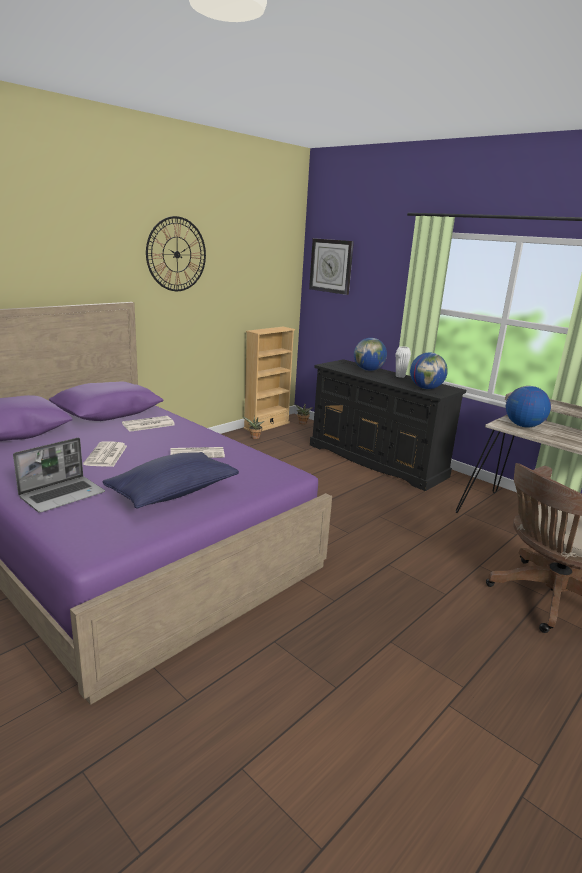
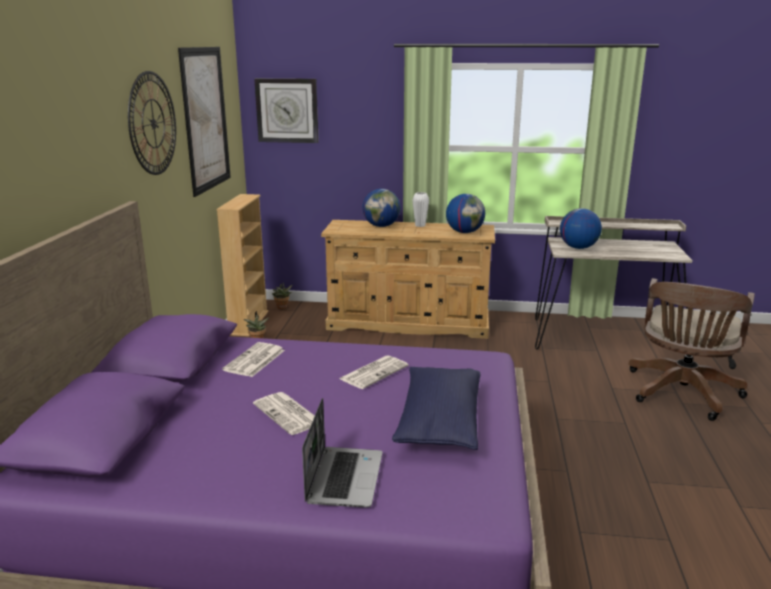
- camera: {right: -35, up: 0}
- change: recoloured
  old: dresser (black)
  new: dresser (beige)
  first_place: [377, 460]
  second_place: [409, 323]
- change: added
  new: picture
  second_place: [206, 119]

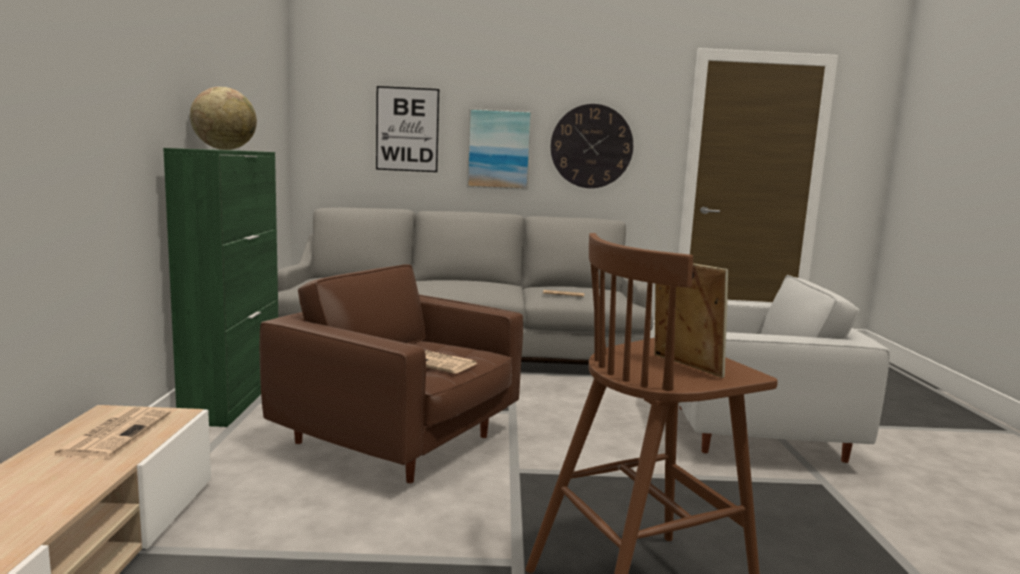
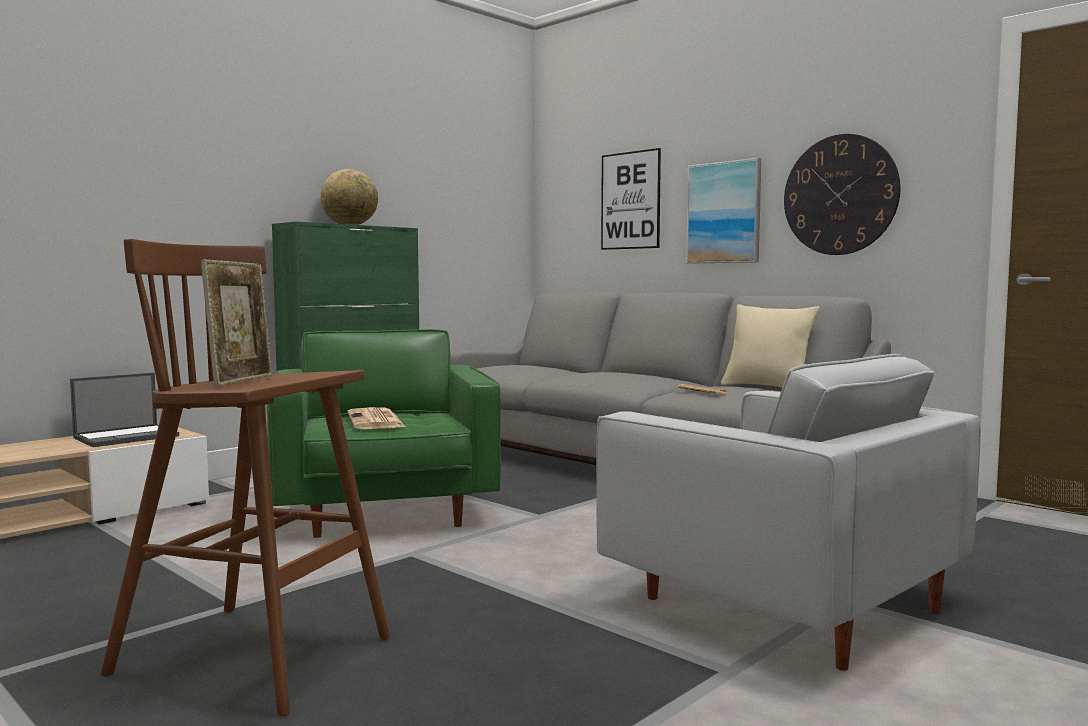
- camera: {right: 45, up: -5}
- change: replaced
  old: newspaper
  new: laptop
  first_place: [115, 433]
  second_place: [127, 437]
- change: recoloured
  old: armchair (brown)
  new: armchair (green)
  first_place: [401, 441]
  second_place: [384, 512]
- change: added
  new: pillow (beige)
  second_place: [767, 387]

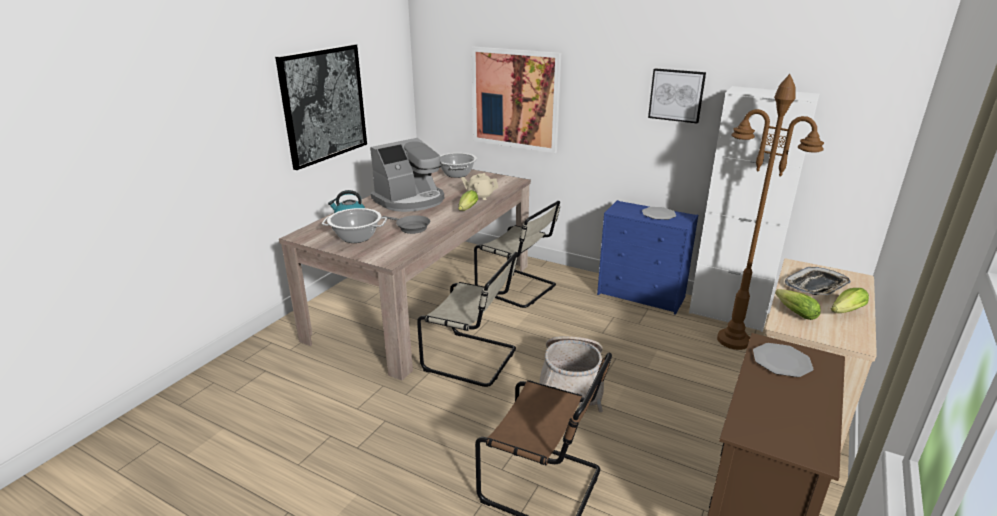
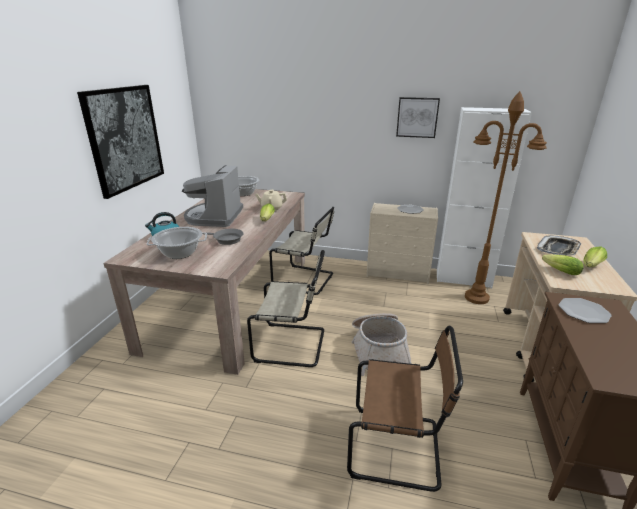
- camera: {right: -15, up: 0}
- change: turned
  old: coffee machine
  first_place: [410, 200]
  second_place: [214, 217]
  degrees: 150
- change: removed
  old: picture
  first_place: [515, 99]
- change: recoloured
  old: dresser (blue)
  new: dresser (beige)
  first_place: [642, 296]
  second_place: [399, 273]

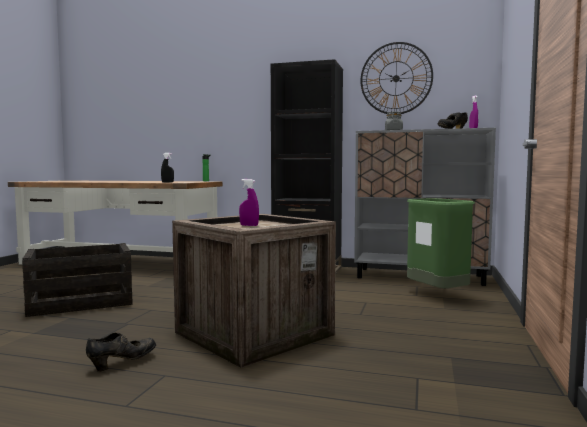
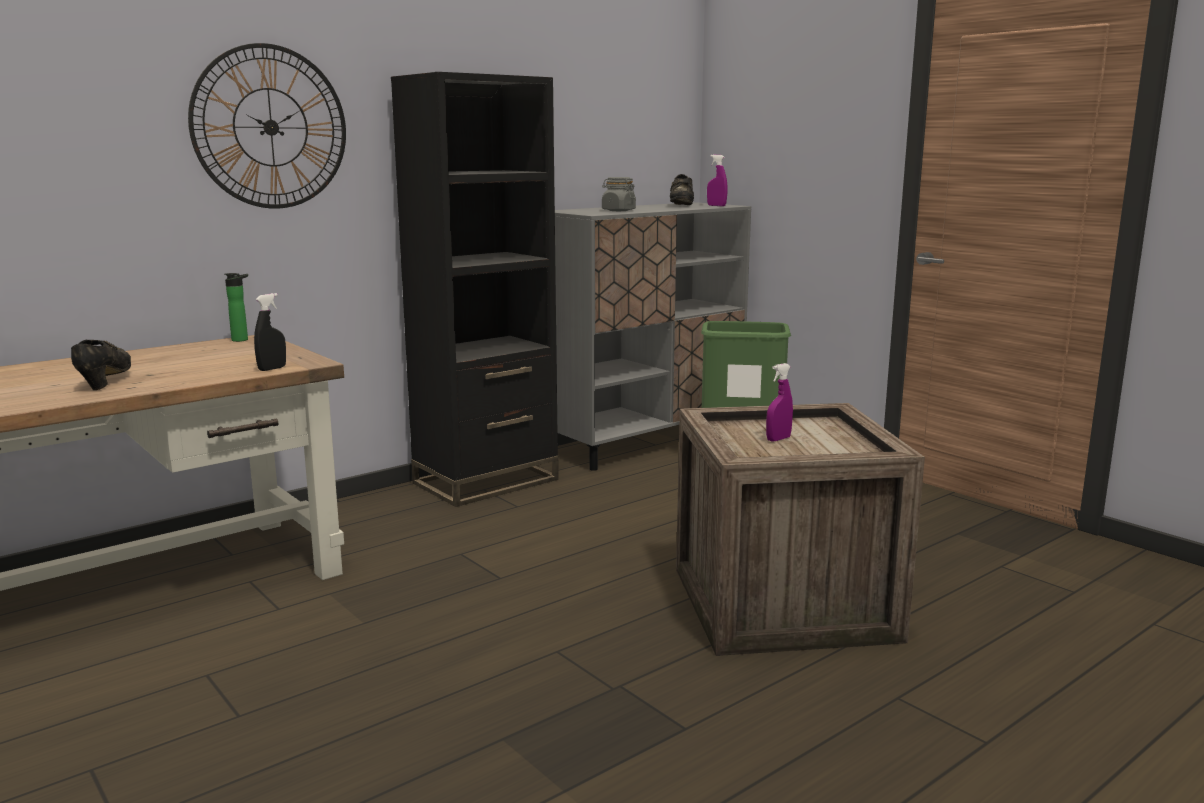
- camera: {right: -55, up: 10}
- change: removed
  old: crate
  first_place: [82, 302]
- change: moved
  old: shoe (black)
  first_place: [123, 363]
  second_place: [105, 381]
- change: moved
  old: wall clock
  first_place: [396, 78]
  second_place: [270, 127]

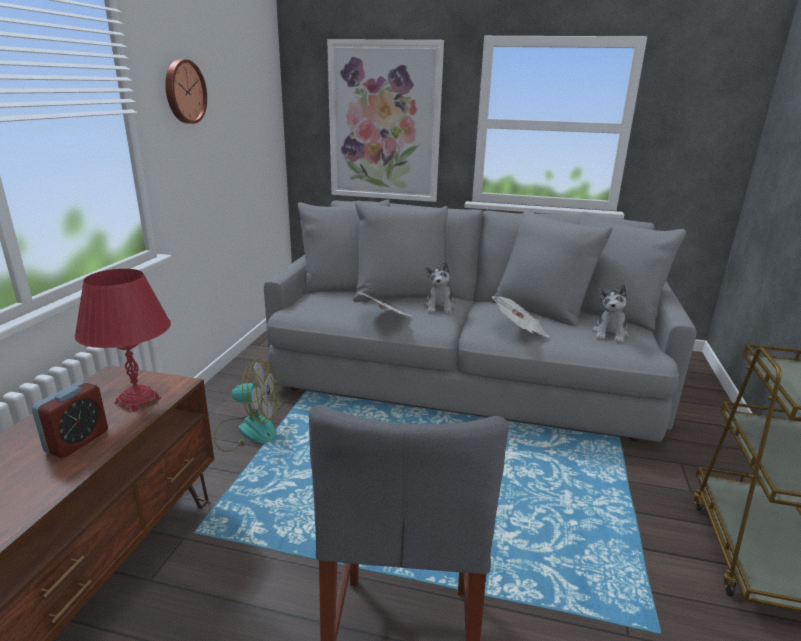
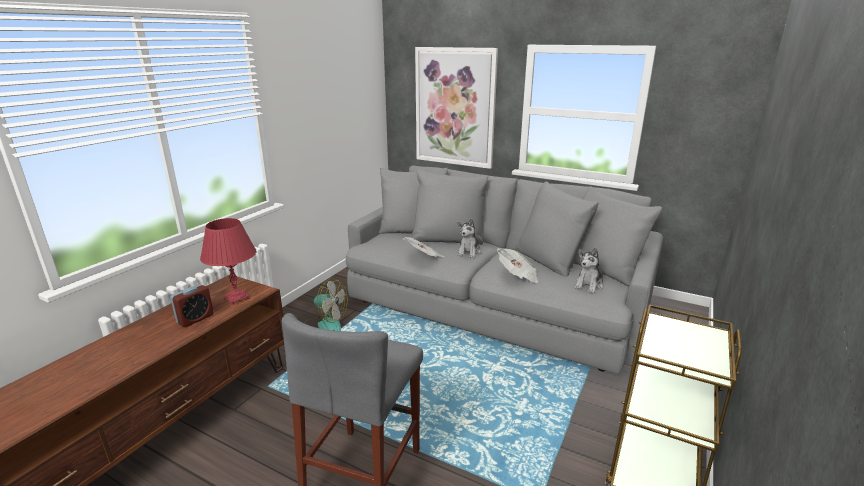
- camera: {right: 15, up: 0}
- change: removed
  old: wall clock
  first_place: [184, 92]

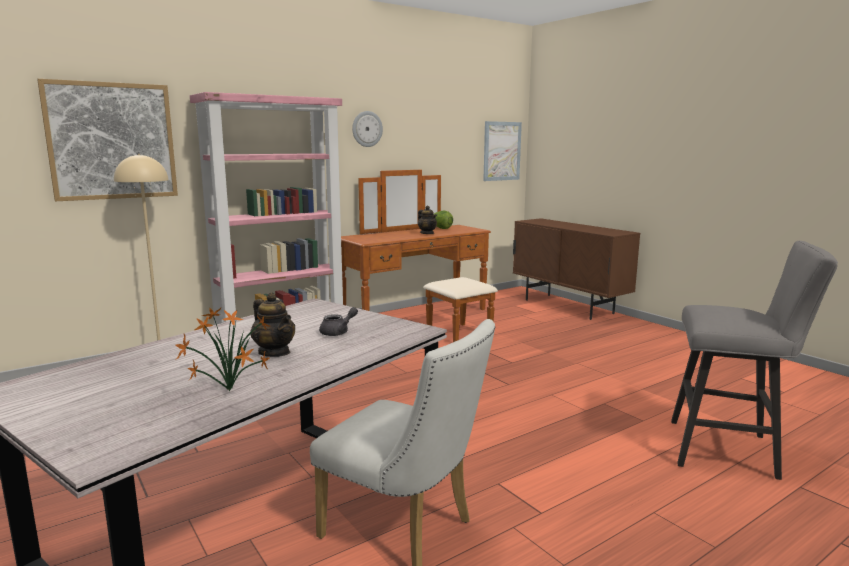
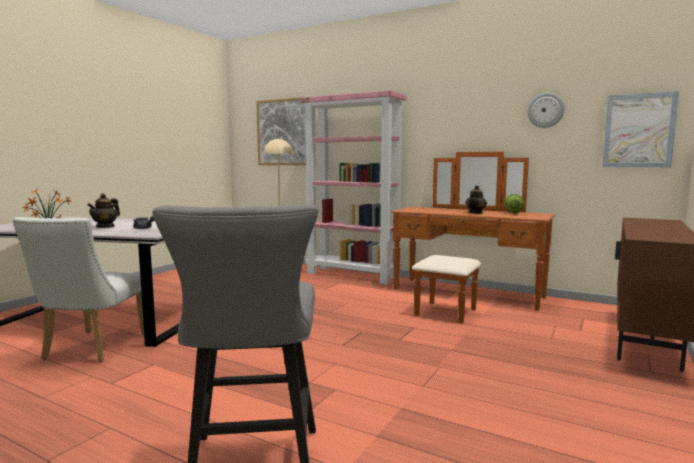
- camera: {right: 65, up: -5}
- change: moved
  old: wall clock
  first_place: [367, 129]
  second_place: [545, 110]

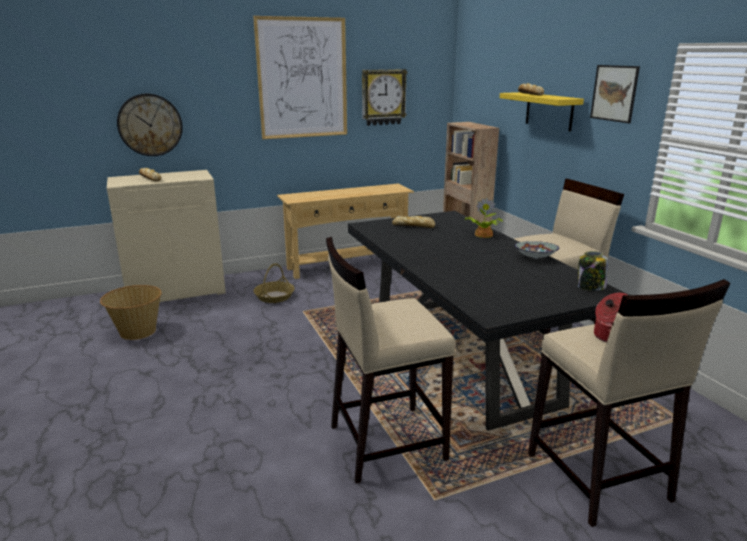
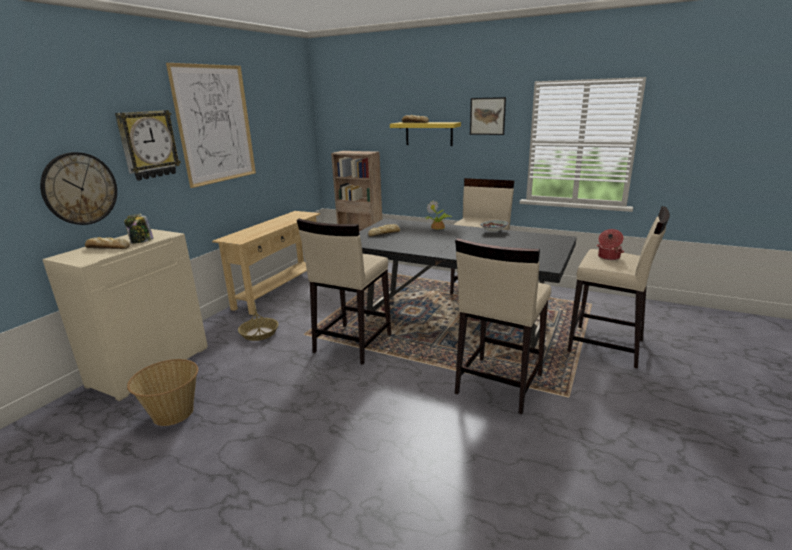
- camera: {right: -40, up: 0}
- change: moved
  old: wall clock
  first_place: [383, 97]
  second_place: [148, 144]
- change: moved
  old: jar
  first_place: [590, 287]
  second_place: [141, 241]
- change: added
  new: stool (beige)
  second_place: [352, 344]

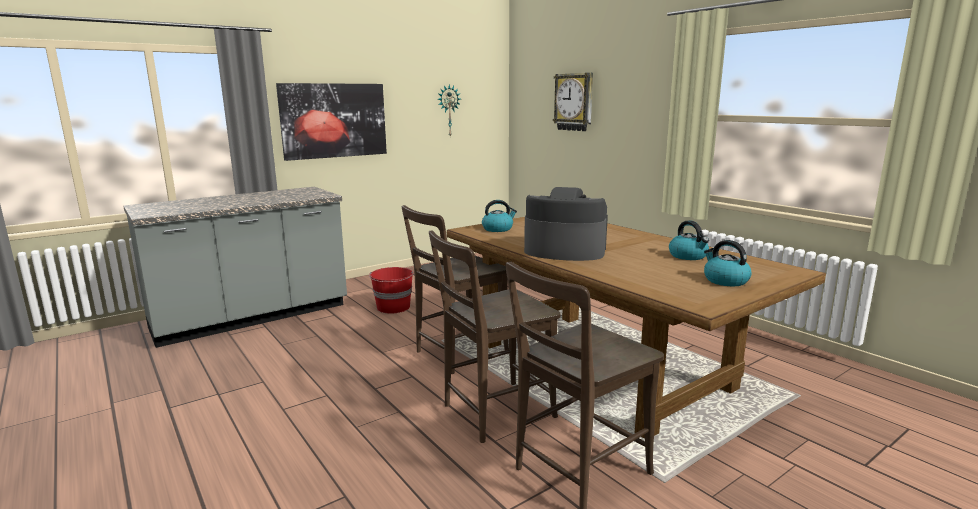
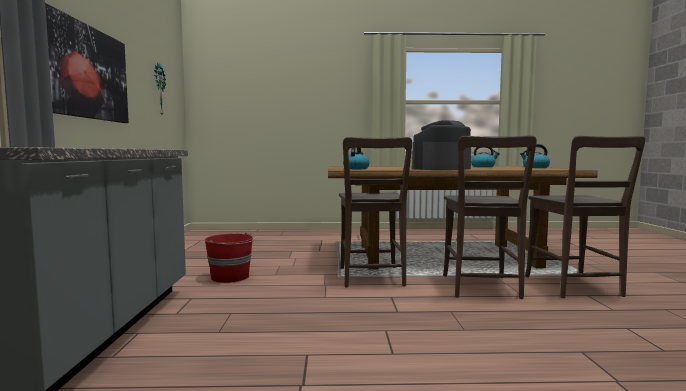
- camera: {right: -55, up: -10}
- change: removed
  old: wall clock
  first_place: [574, 102]

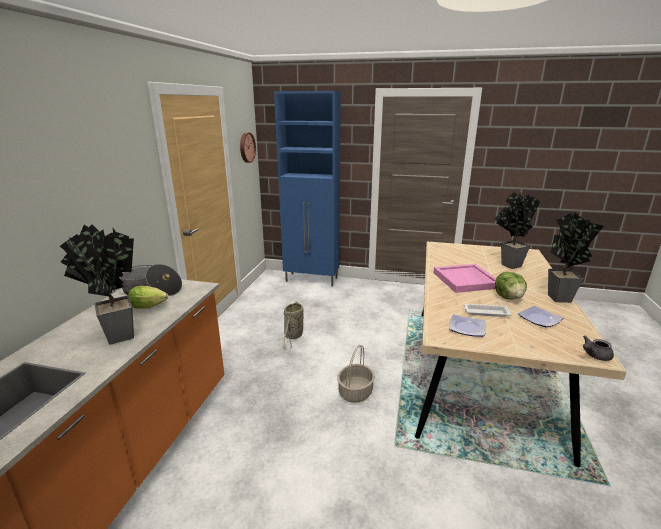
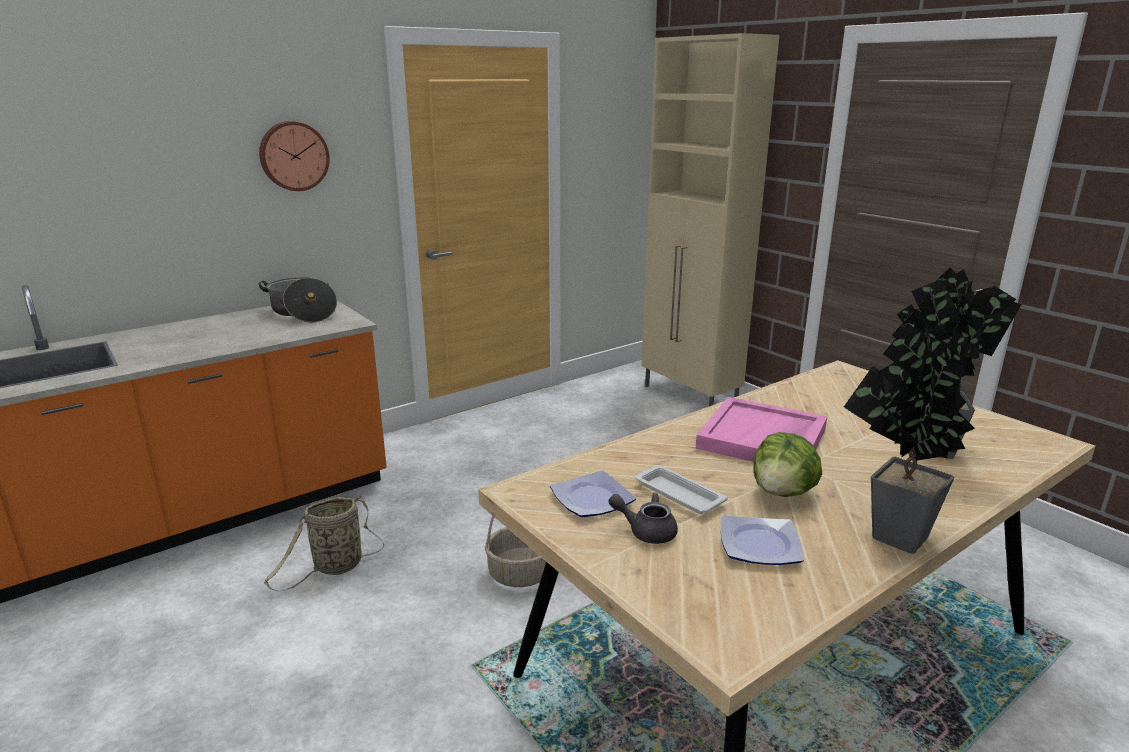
- camera: {right: 40, up: 0}
- change: removed
  old: potted plant
  first_place: [115, 336]
- change: removed
  old: lettuce
  first_place: [150, 306]
- change: moved
  old: wall clock
  first_place: [246, 147]
  second_place: [293, 156]
- change: recoloured
  old: cabinet (blue)
  new: cabinet (beige)
  first_place: [312, 280]
  second_place: [690, 396]
- change: moved
  old: basket
  first_place: [293, 336]
  second_place: [335, 567]
- change: moved
  old: teapot (grey)
  first_place: [594, 355]
  second_place: [646, 531]

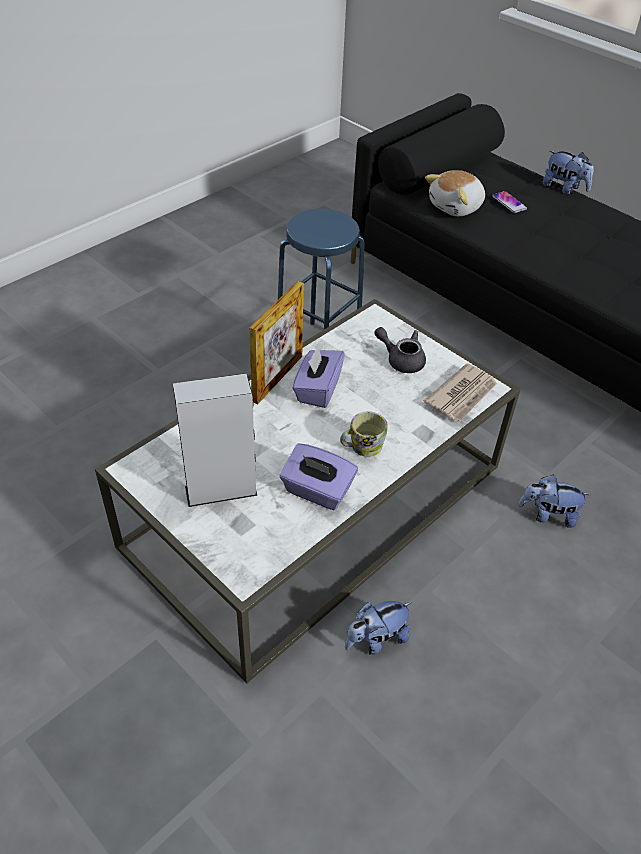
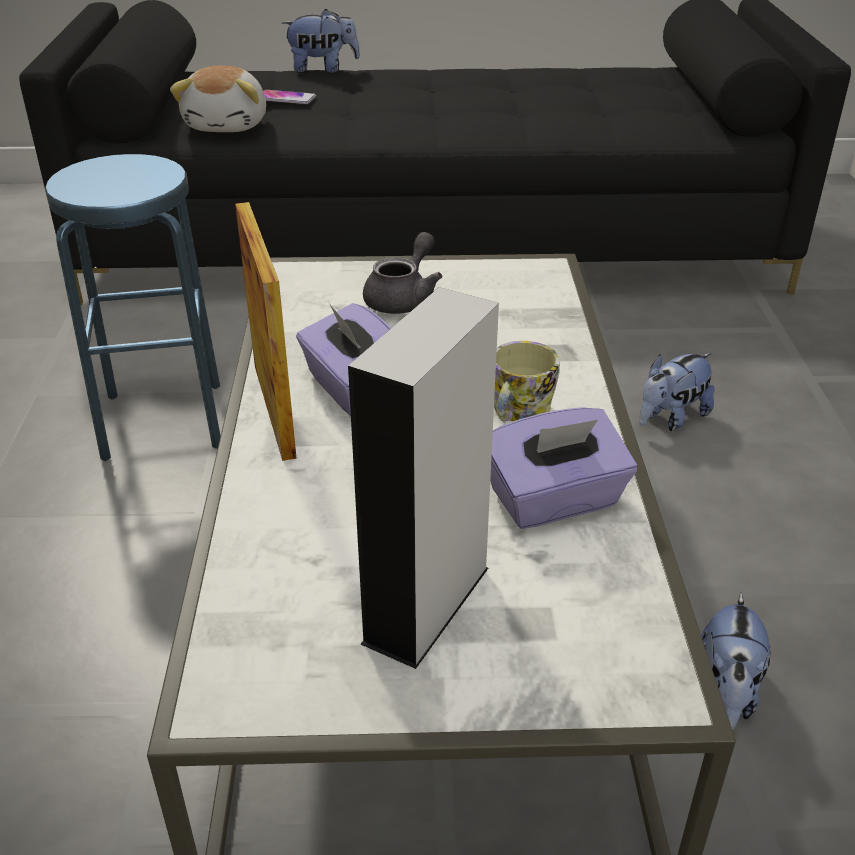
- camera: {right: -45, up: -10}
- change: turned
  old: teapot (grey)
  first_place: [401, 360]
  second_place: [403, 298]
  degrees: 135
- change: removed
  old: newspaper
  first_place: [462, 395]

